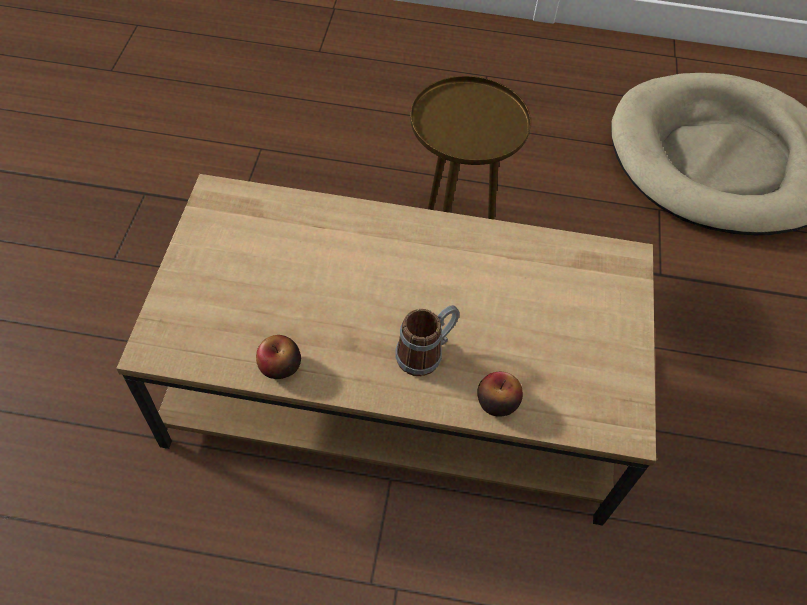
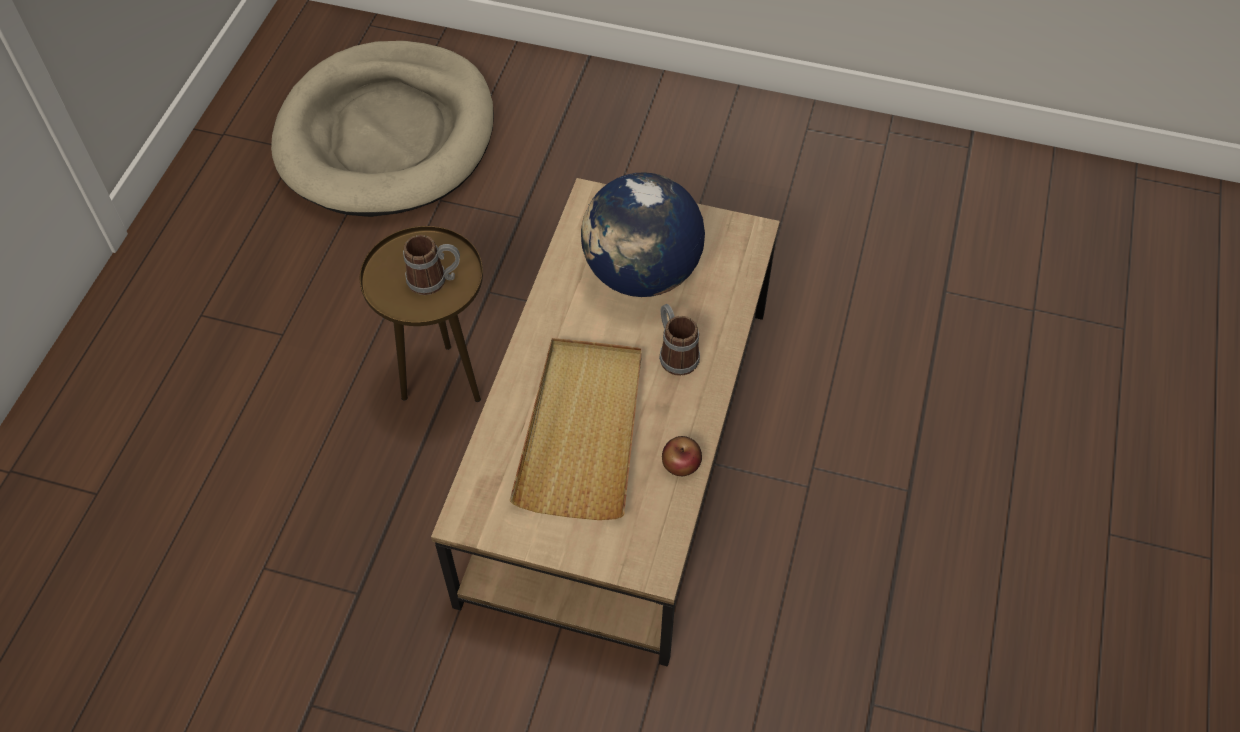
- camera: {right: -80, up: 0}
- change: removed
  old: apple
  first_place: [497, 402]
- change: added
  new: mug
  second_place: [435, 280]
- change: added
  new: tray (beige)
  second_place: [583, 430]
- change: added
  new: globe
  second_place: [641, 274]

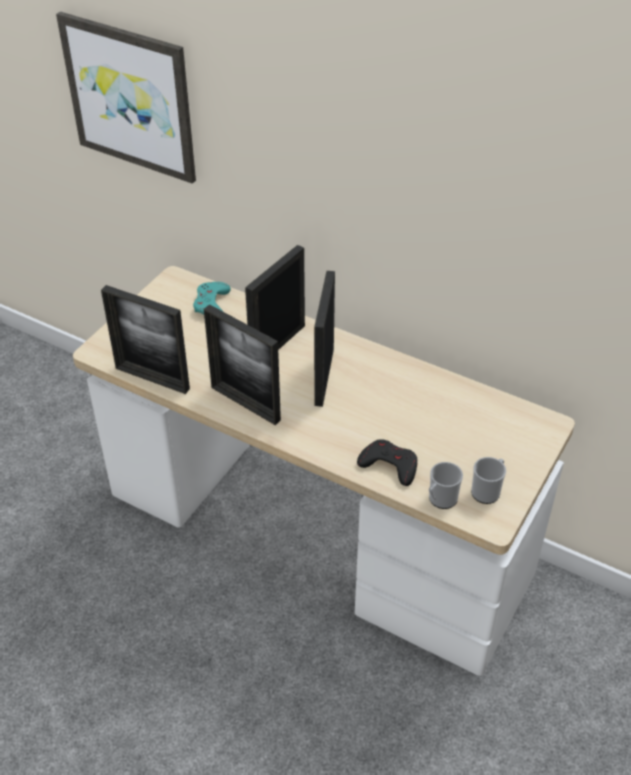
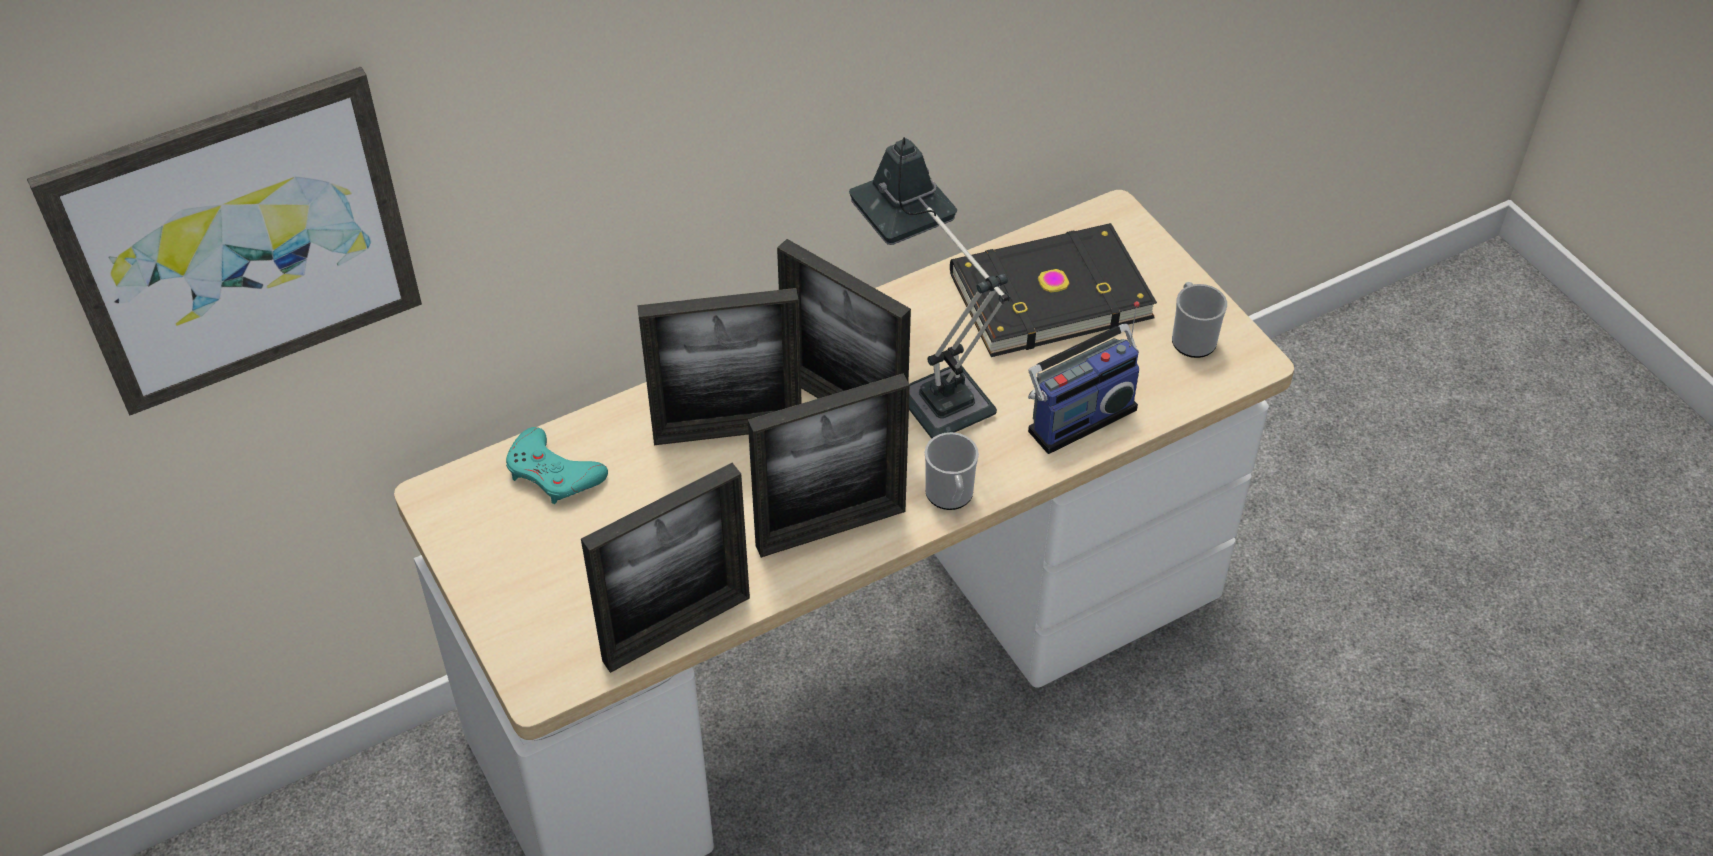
- camera: {right: -60, up: 5}
- change: turned
  old: picture frame
  first_place: [278, 345]
  second_place: [727, 431]
  degrees: -75
- change: replaced
  old: game controller (black)
  new: radio
  first_place: [389, 465]
  second_place: [1078, 416]
- change: moved
  old: mug
  first_place: [440, 500]
  second_place: [950, 496]
- change: added
  new: table lamp
  second_place: [934, 390]
- change: added
  new: book (black)
  second_place: [1048, 293]

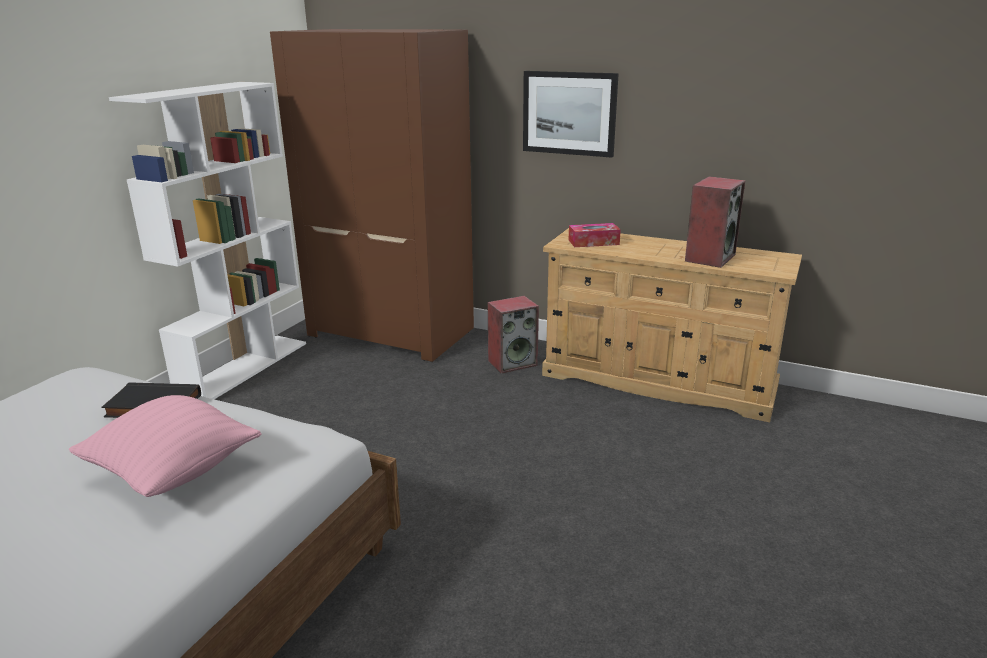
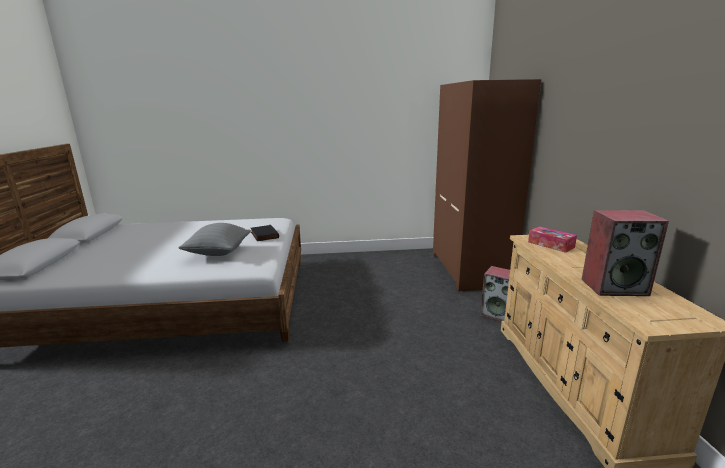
- camera: {right: 60, up: -5}
- change: recoloured
  old: pillow (pink)
  new: pillow (grey)
  first_place: [173, 472]
  second_place: [218, 253]
- change: removed
  old: bookcase (white)
  first_place: [244, 367]
- change: removed
  old: picture
  first_place: [569, 113]

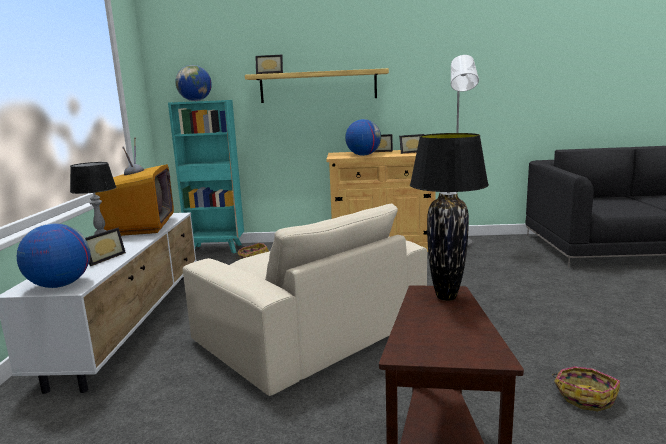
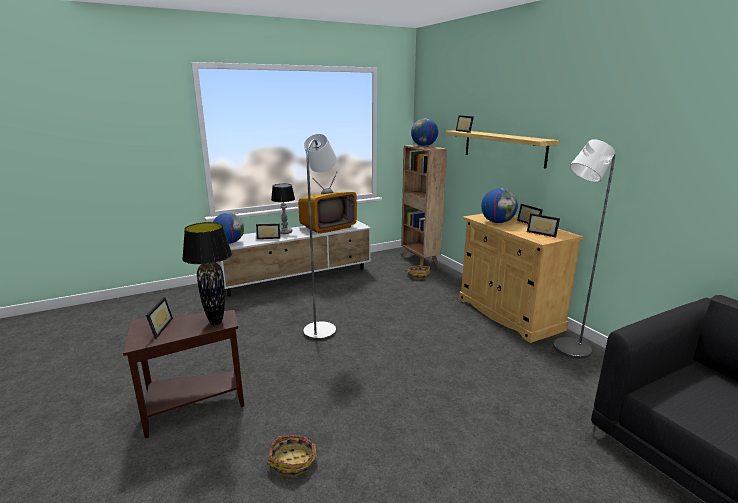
- camera: {right: 60, up: 5}
- change: recoloured
  old: bookcase (turquoise)
  new: bookcase (brown)
  first_place: [216, 249]
  second_place: [420, 260]
- change: replaced
  old: armchair (beige)
  new: floor lamp (grey)
  first_place: [309, 330]
  second_place: [322, 328]
- change: added
  new: picture frame
  second_place: [157, 328]

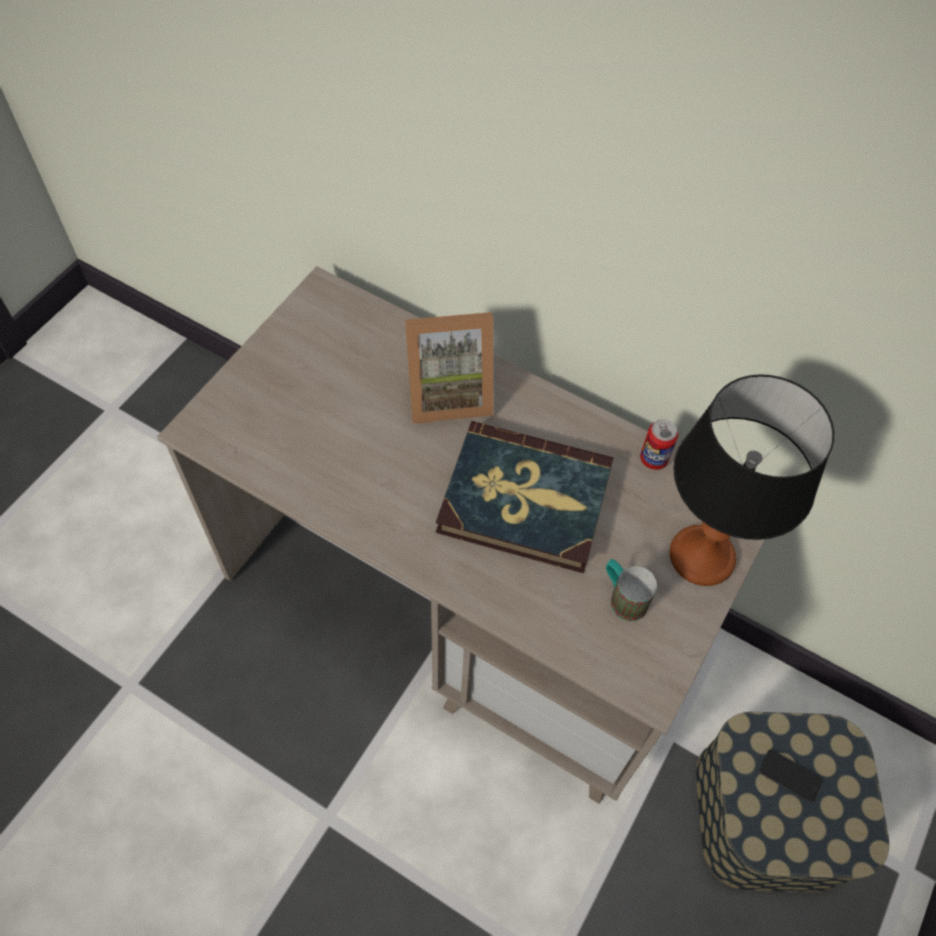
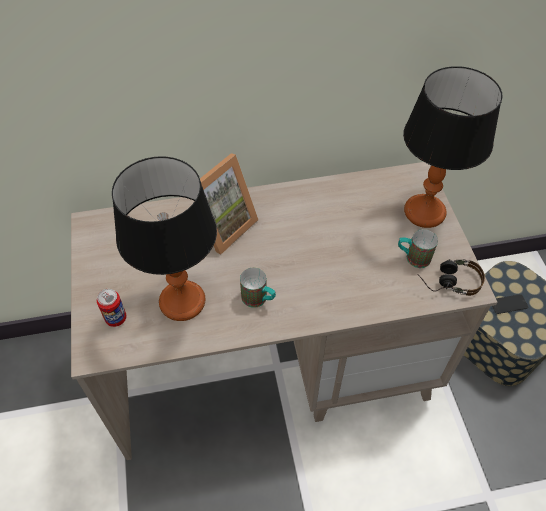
- camera: {right: -40, up: -5}
- change: removed
  old: book
  first_place: [524, 500]
- change: moved
  old: can
  first_place: [653, 459]
  second_place: [116, 318]
- change: added
  new: table lamp
  second_place: [181, 302]
- change: added
  new: mug
  second_place: [259, 299]
- change: added
  new: headphones
  second_place: [447, 281]

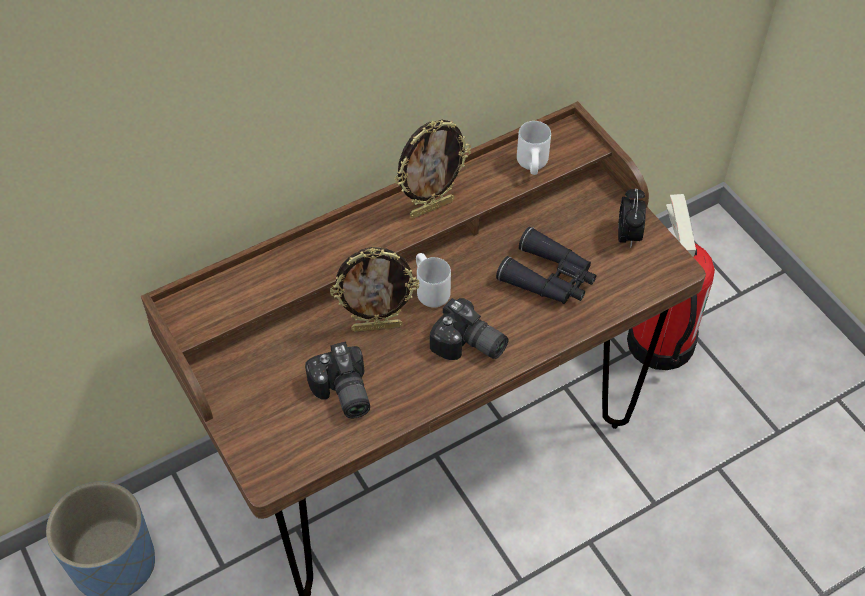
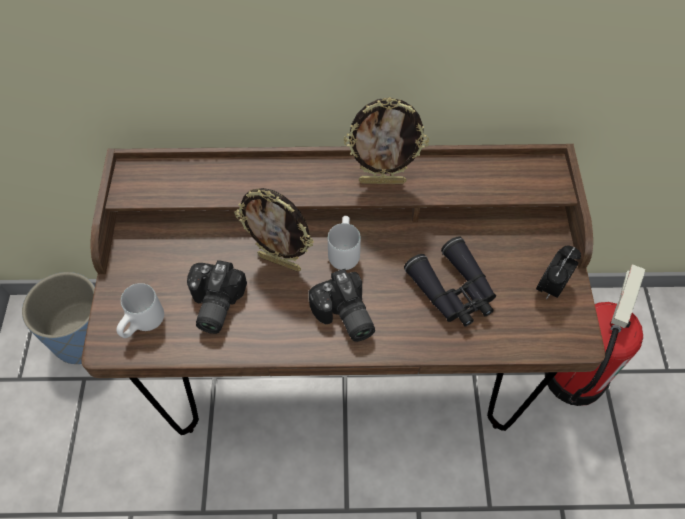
- camera: {right: 30, up: 5}
- change: moved
  old: mug (white)
  first_place: [534, 166]
  second_place: [145, 325]

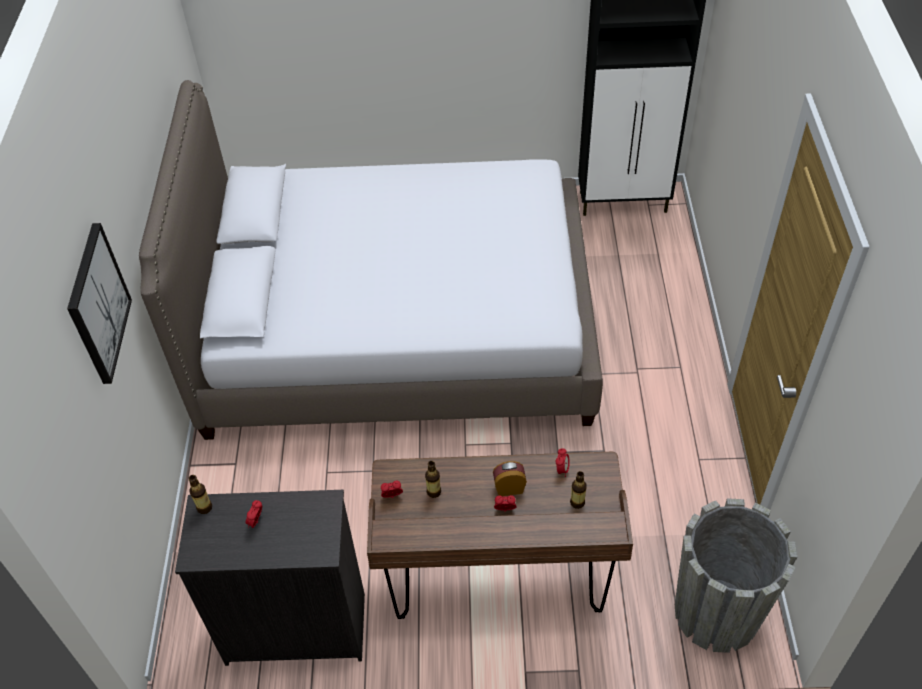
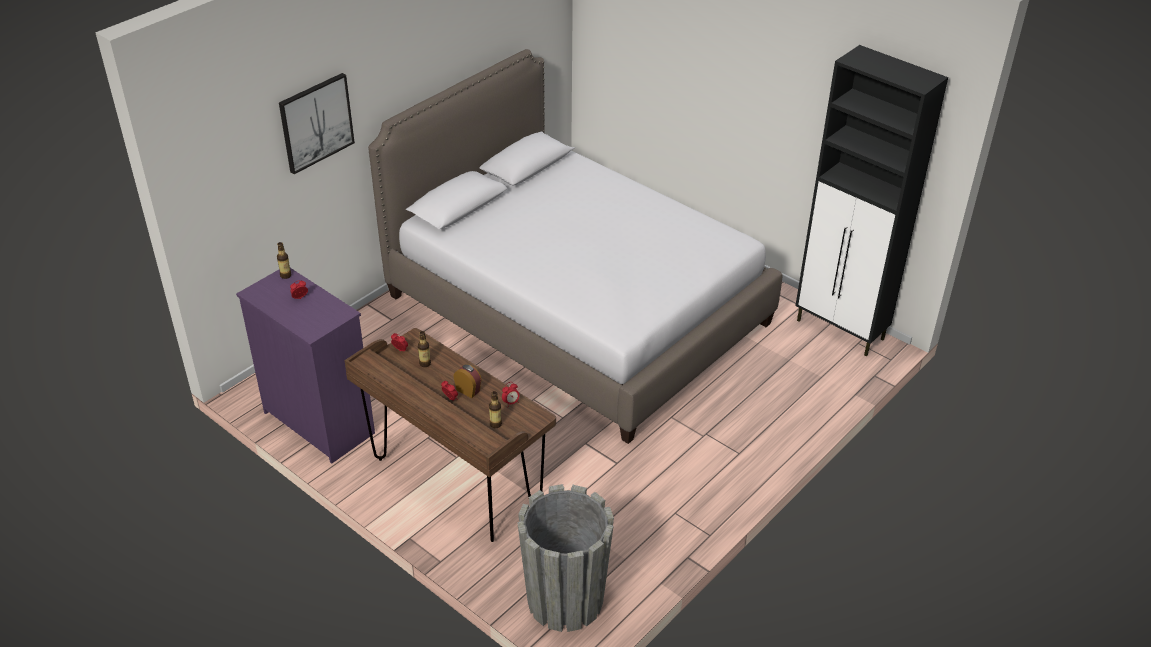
- camera: {right: 40, up: -10}
- change: recoloured
  old: dresser (black)
  new: dresser (purple)
  first_place: [295, 628]
  second_place: [319, 422]

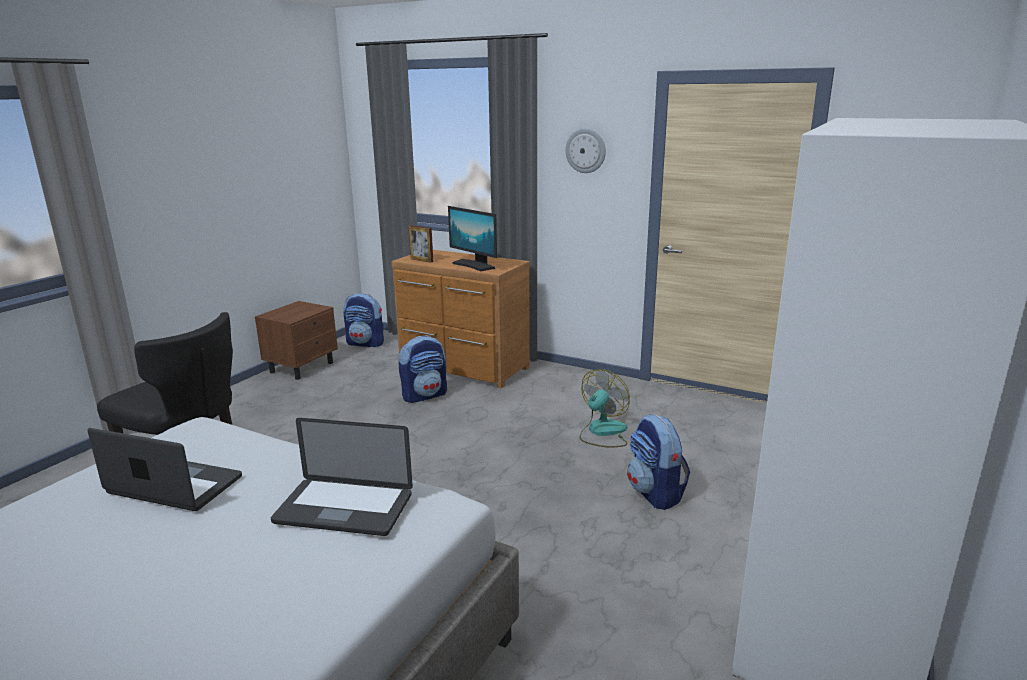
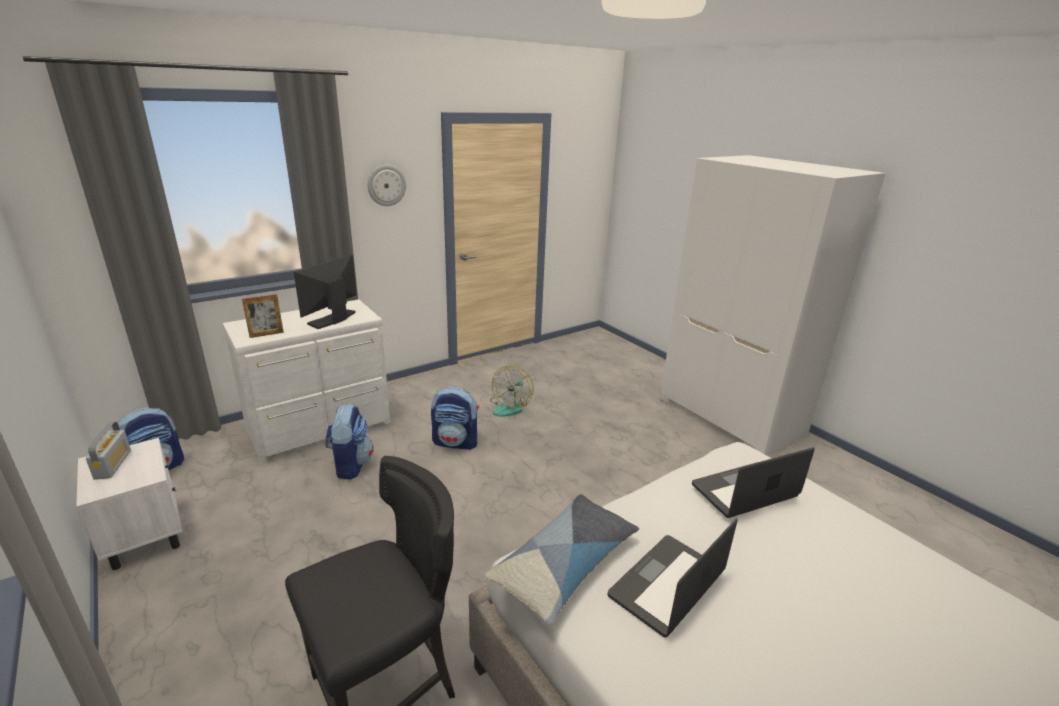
- camera: {right: -65, up: 5}
- change: recoloured
  old: nightstand (brown)
  new: nightstand (white)
  first_place: [302, 367]
  second_place: [144, 535]
- change: turned
  old: laptop
  first_place: [344, 508]
  second_place: [744, 491]
  degrees: -150
- change: recoloured
  old: dresser (brown)
  new: dresser (white)
  first_place: [463, 368]
  second_place: [321, 428]
- change: turned
  old: monitor
  first_place: [474, 265]
  second_place: [333, 319]
  degrees: 135
- change: turned
  old: fan
  first_place: [602, 432]
  second_place: [510, 407]
  degrees: -135
- change: moved
  old: backpack
  first_place: [655, 493]
  second_place: [456, 442]
- change: added
  new: radio
  second_place: [113, 464]
- change: added
  new: pillow
  second_place: [565, 564]

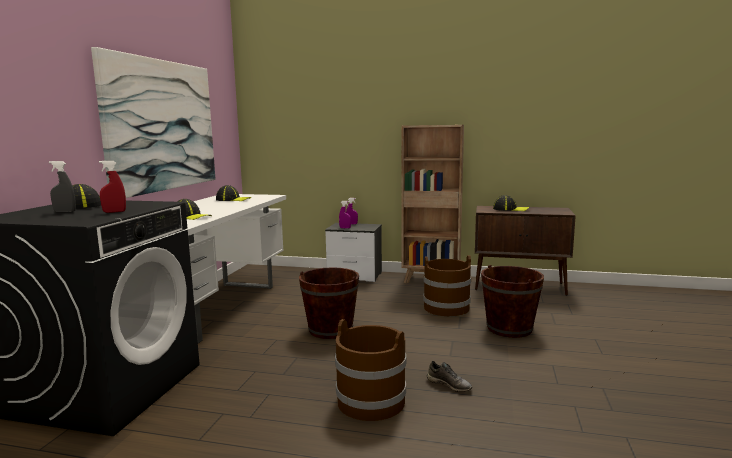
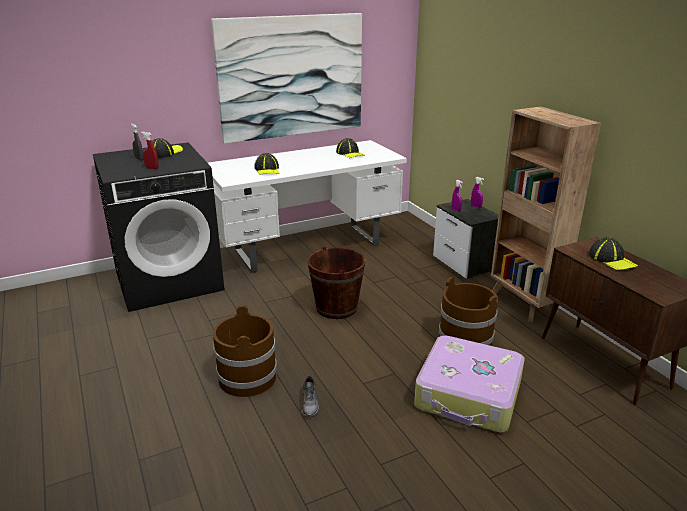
- camera: {right: 50, up: 15}
- change: replaced
  old: bucket (brown)
  new: suitcase
  first_place: [509, 328]
  second_place: [469, 395]

